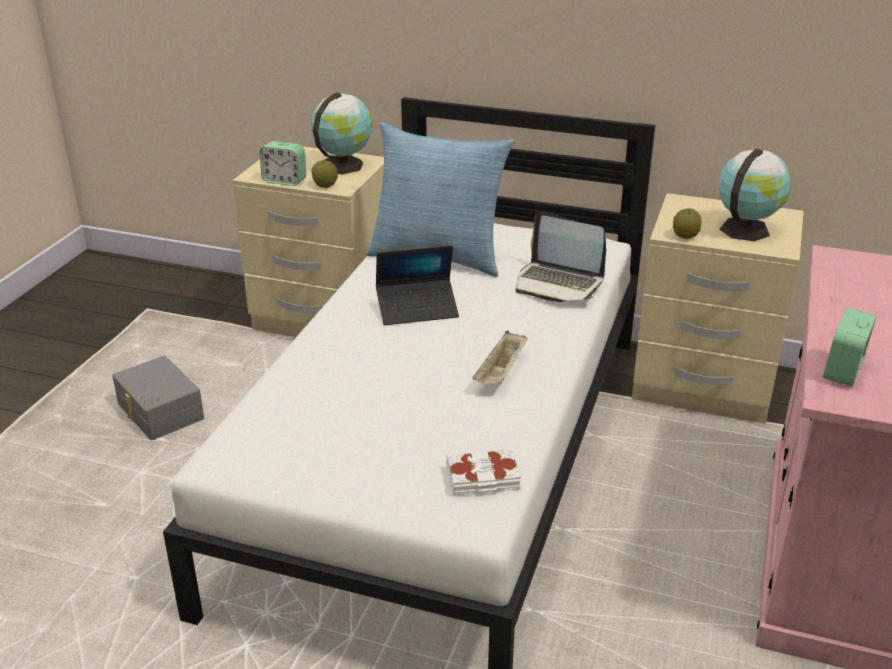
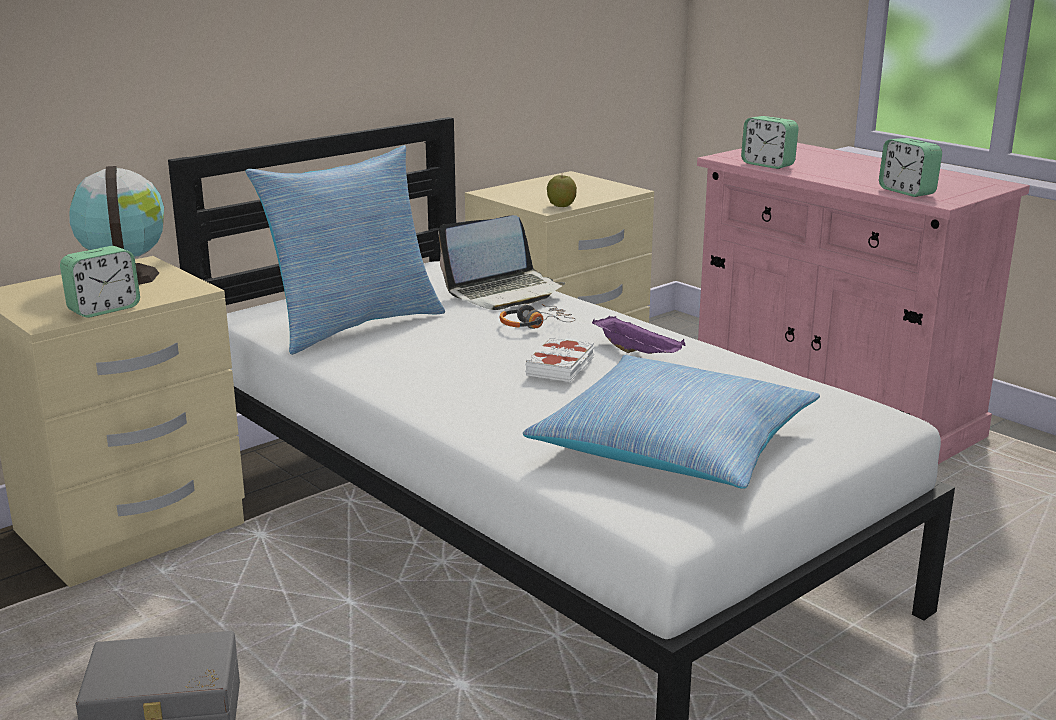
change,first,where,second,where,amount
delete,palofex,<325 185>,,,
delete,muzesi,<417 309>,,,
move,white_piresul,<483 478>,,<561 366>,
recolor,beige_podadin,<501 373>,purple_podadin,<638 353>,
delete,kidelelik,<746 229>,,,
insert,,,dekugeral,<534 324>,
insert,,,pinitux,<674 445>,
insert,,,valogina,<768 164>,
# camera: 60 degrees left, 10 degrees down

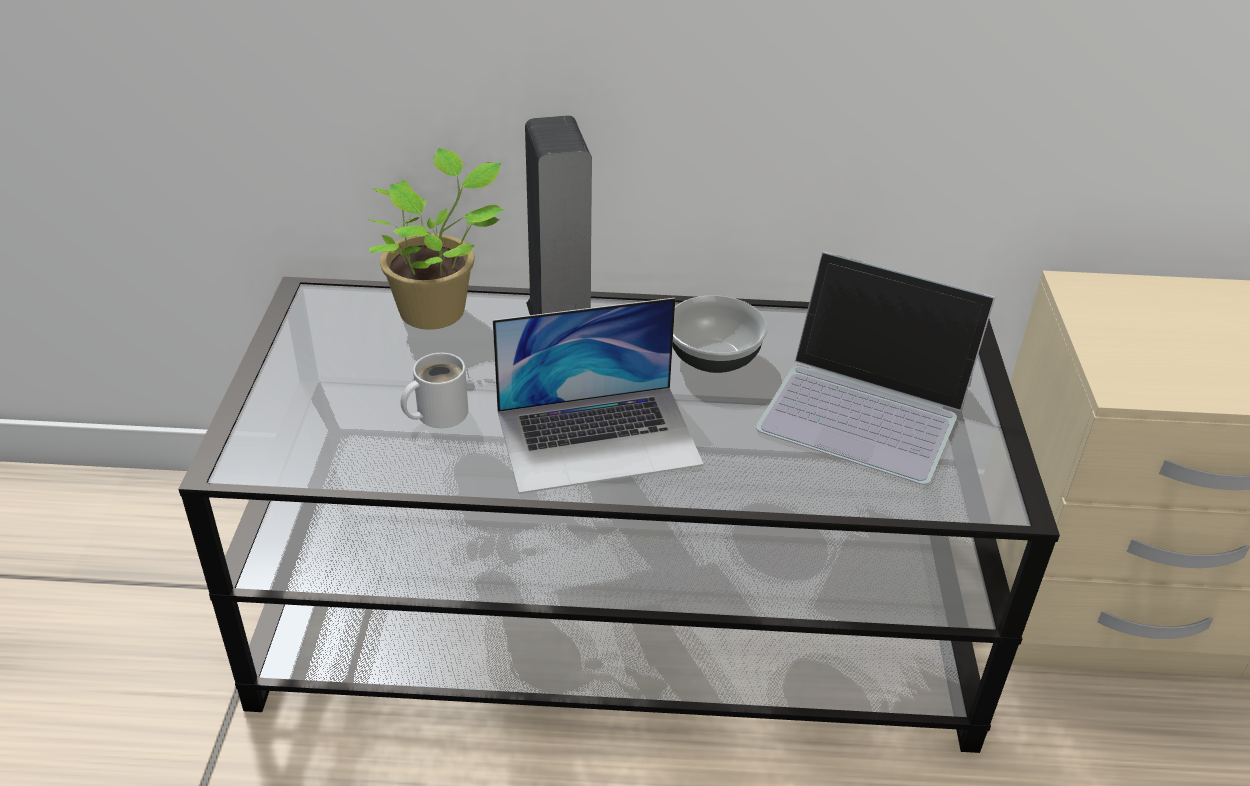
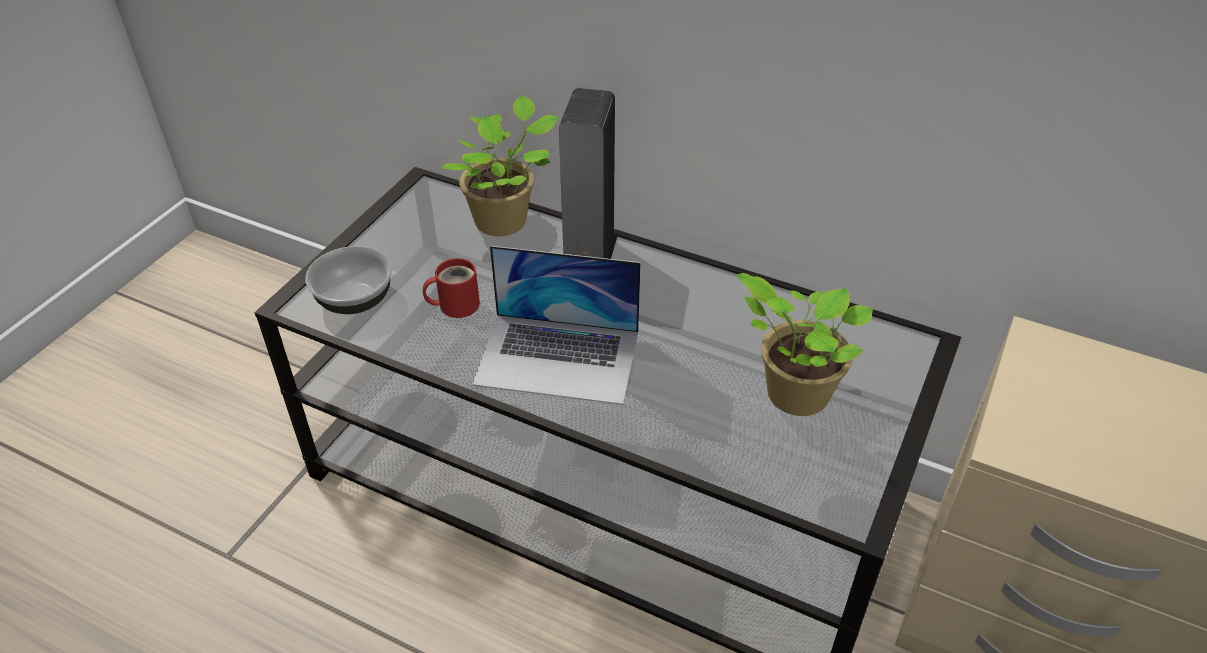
change,first,where,second,where,amount
recolor,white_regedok,<437 413>,red_regedok,<455 304>,
move,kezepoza,<715 359>,,<355 300>,
replace,muzesi,<867 406>,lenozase,<792 393>,
# camera: 25 degrees right, 5 degrees up

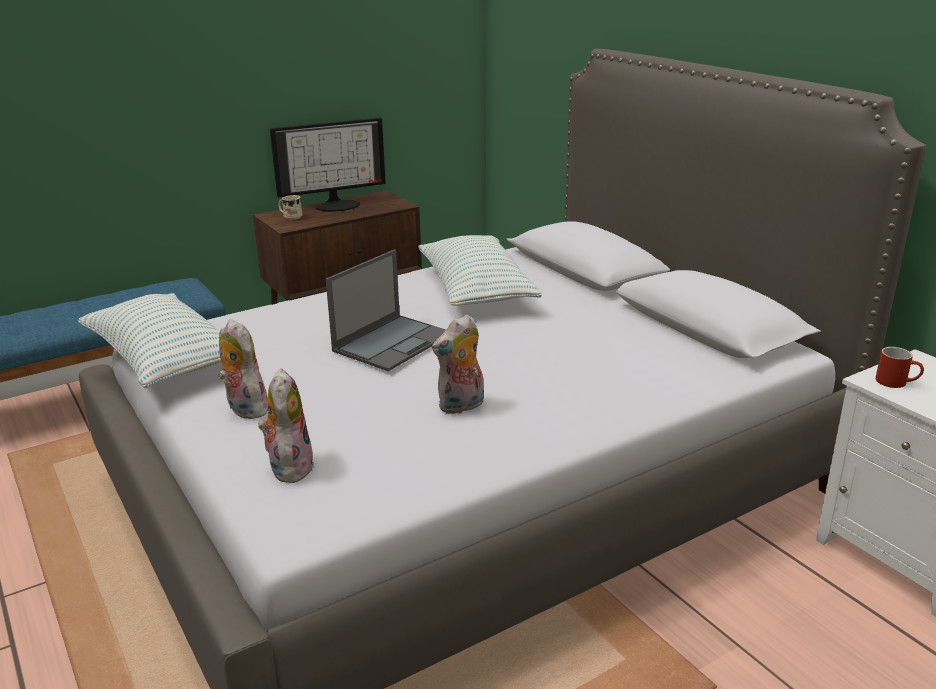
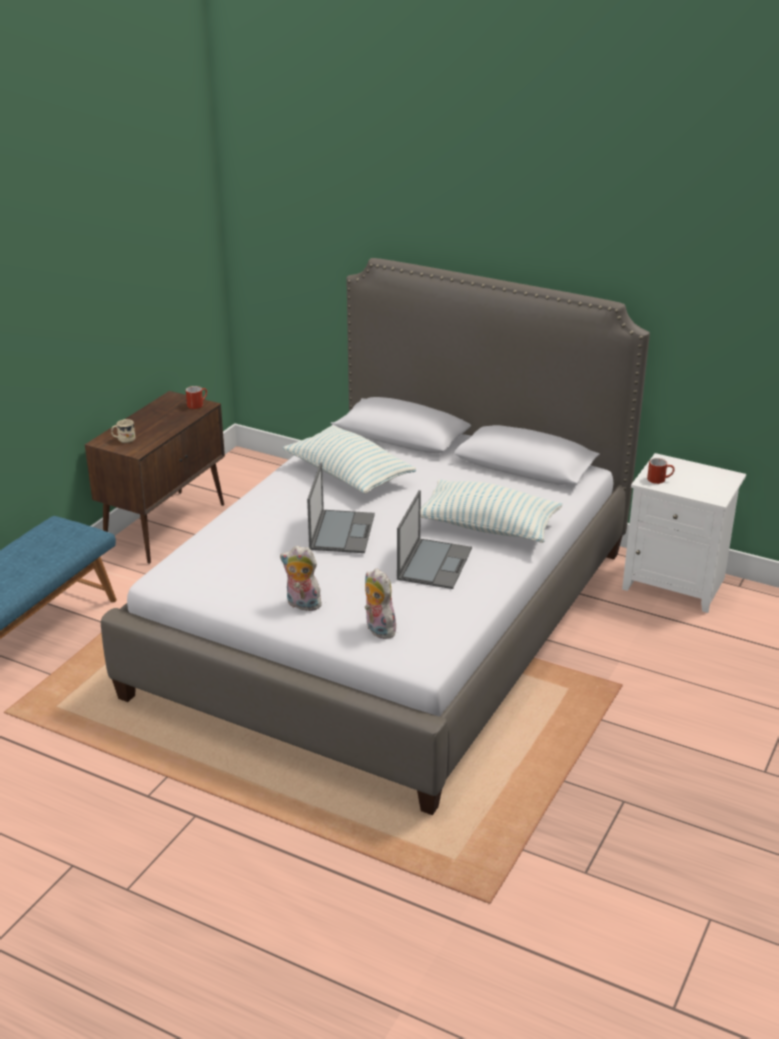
change,first,where,second,where,amount
move,pinitux,<164 360>,,<487 527>,
delete,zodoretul,<337 204>,,,
replace,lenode,<461 406>,muzesi,<434 563>,
insert,,,red_regedok,<197 404>,
# camera: 30 degrees left, 5 degrees up

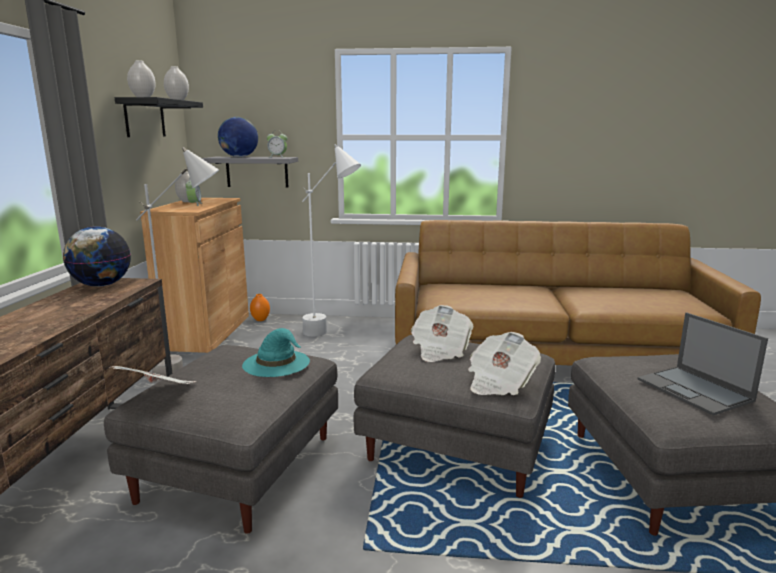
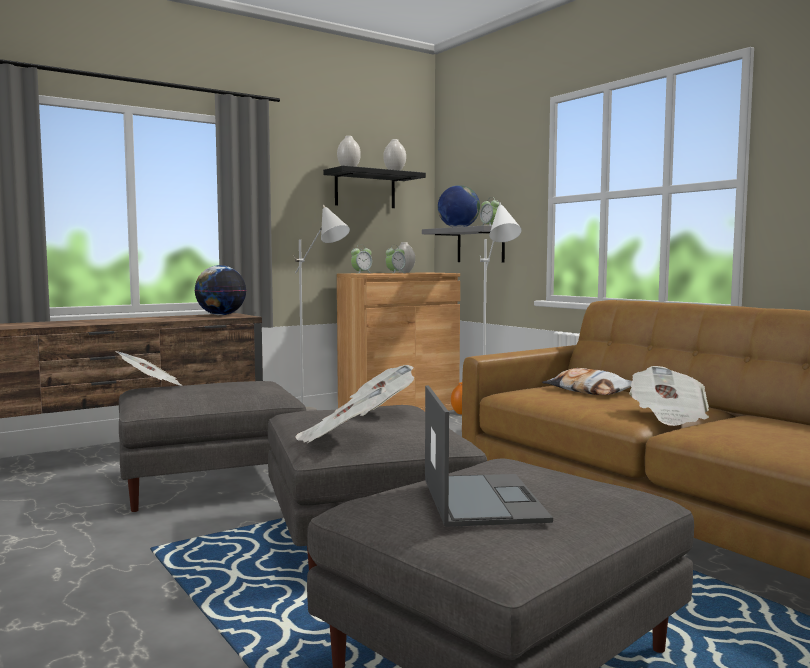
change,first,where,second,where,amount
delete,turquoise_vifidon,<277 363>,,,
rotate,muzesi,<695 390>,,<481 499>,150 degrees clockwise
insert,,,valogina,<361 273>,
insert,,,pinitux,<589 391>,
insert,,,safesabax,<668 417>,
# camera: 50 degrees right, 10 degrees down

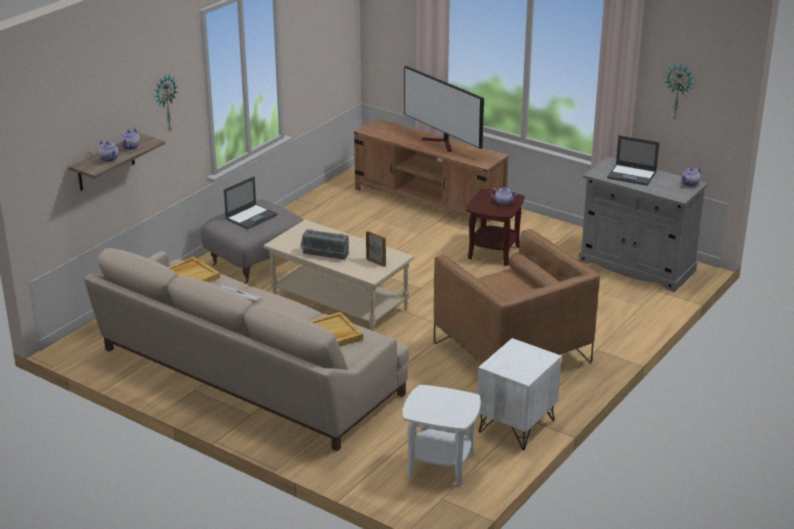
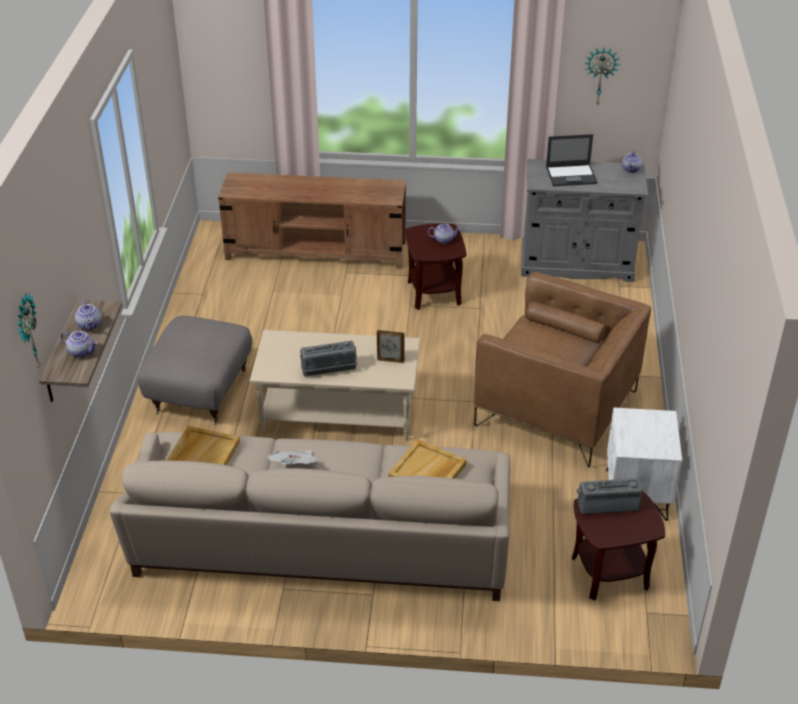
change,first,where,second,where,amount
move,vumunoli,<165 103>,,<26 333>,
delete,muzesi,<251 216>,,,
recolor,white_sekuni,<440 464>,brown_sekuni,<610 572>,
delete,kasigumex,<442 143>,,,
insert,,,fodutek,<607 503>,
# camera: 30 degrees left, 10 degrees up

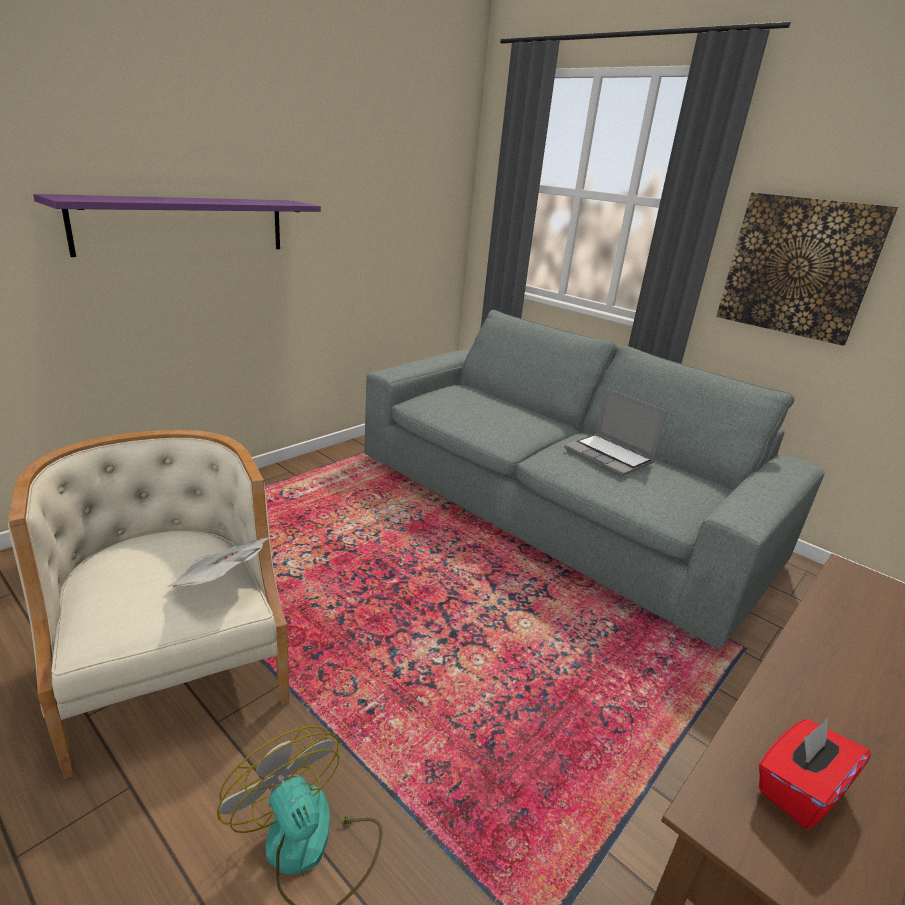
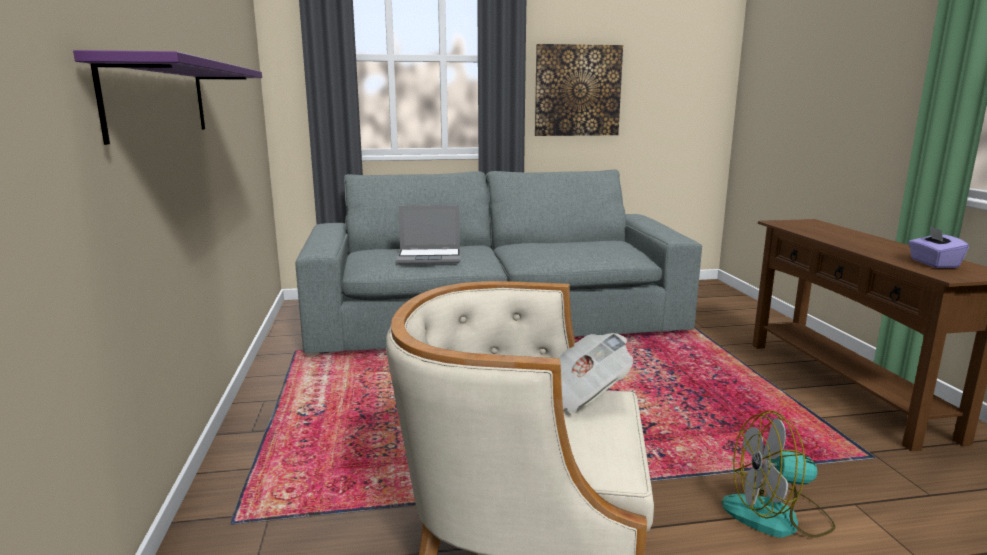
change,first,where,second,where,amount
move,muzesi,<610 456>,,<430 258>,
recolor,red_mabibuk,<799 789>,purple_mabibuk,<933 263>,
# camera: 50 degrees left, 10 degrees down

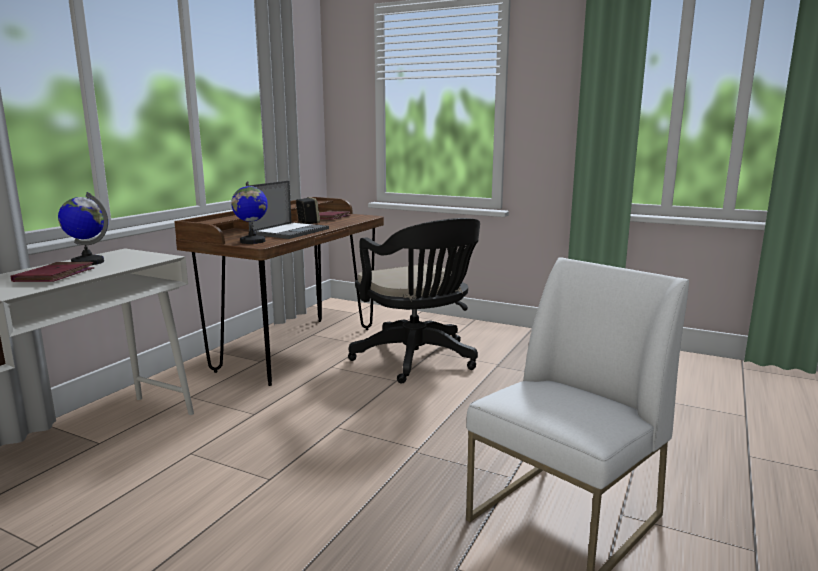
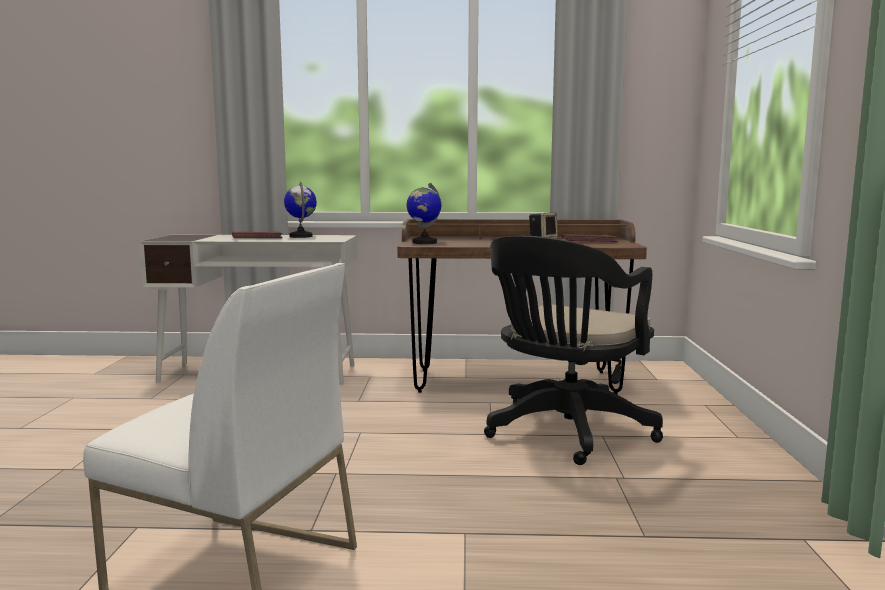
change,first,where,second,where,amount
delete,muzesi,<290 231>,,,
# camera: 65 degrees right, 5 degrees down

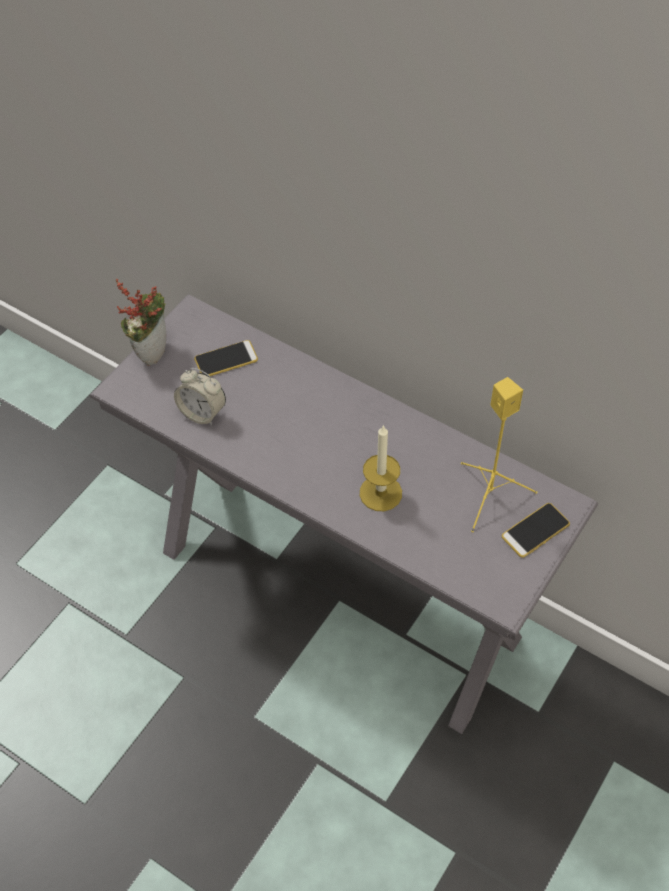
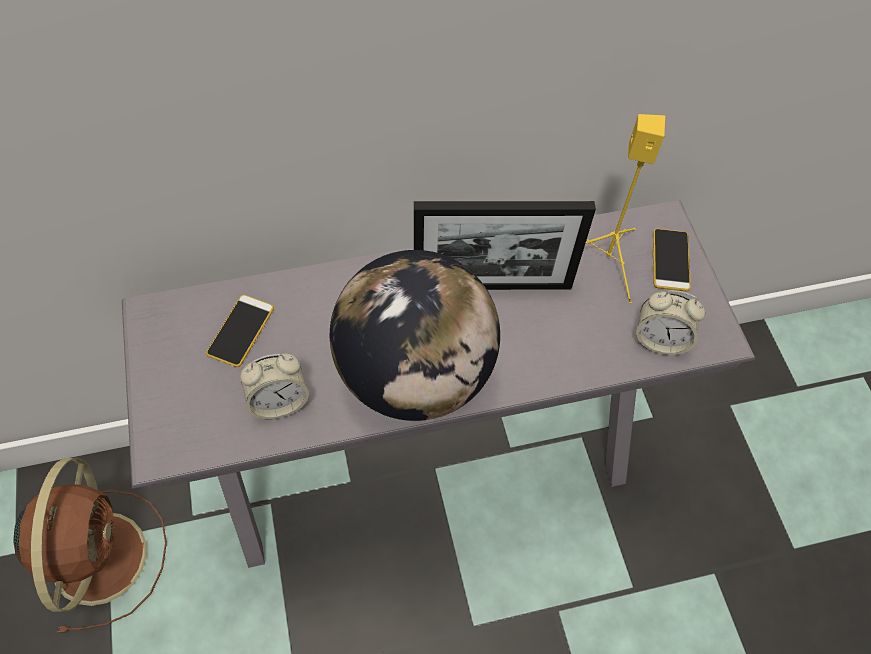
change,first,where,second,where,amount
delete,lenozase,<151 351>,,,
delete,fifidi,<380 493>,,,
insert,,,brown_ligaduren,<100 553>,
insert,,,kidelelik,<415 374>,
insert,,,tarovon,<492 285>,
insert,,,valogina,<660 339>,
# camera: 50 degrees left, 5 degrees up

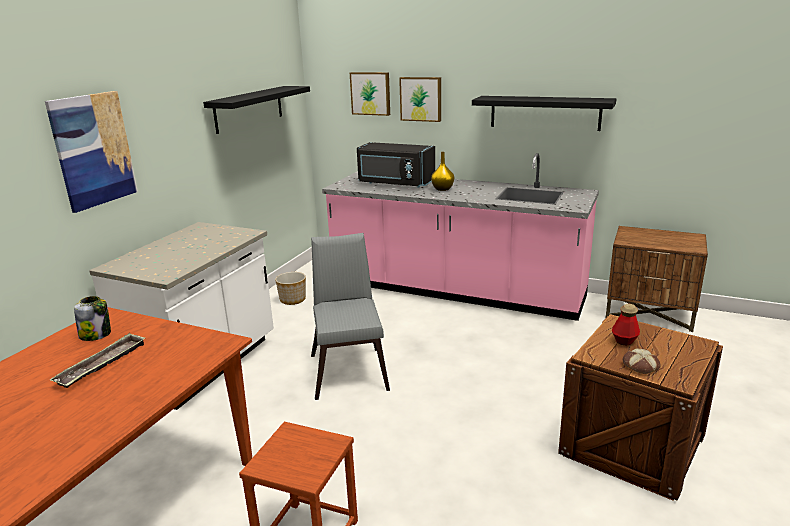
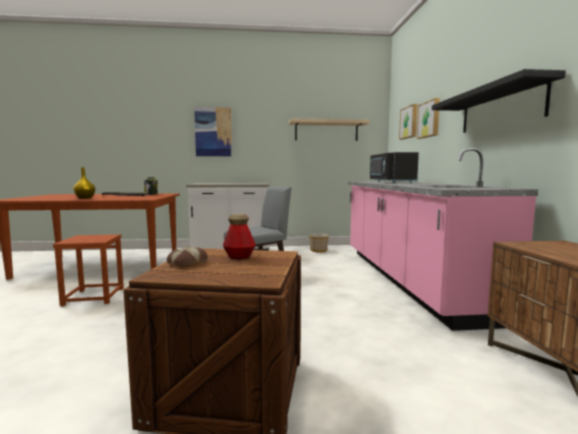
change,first,where,second,where,amount
recolor,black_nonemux,<249 108>,beige_nonemux,<326 131>,
move,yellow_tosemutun,<442 189>,,<85 198>,
# camera: 60 degrees right, 15 degrees down

